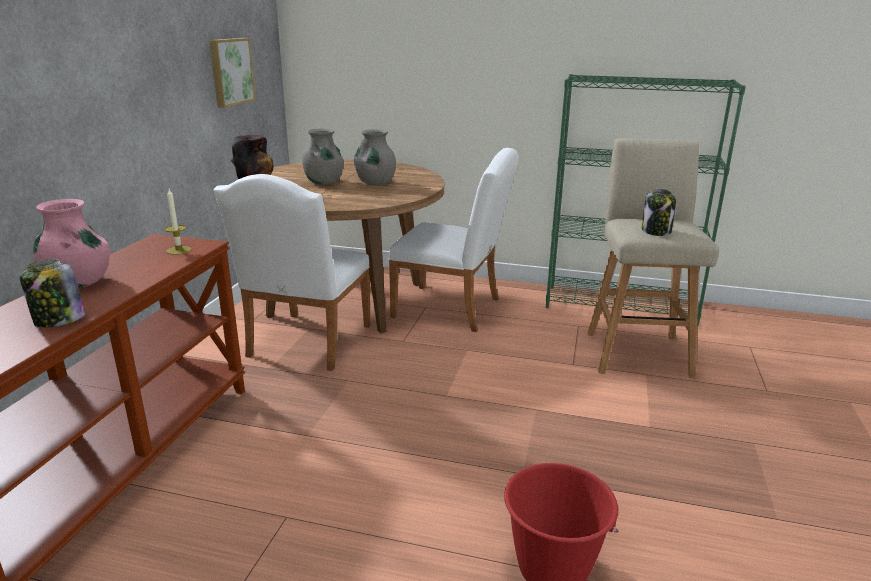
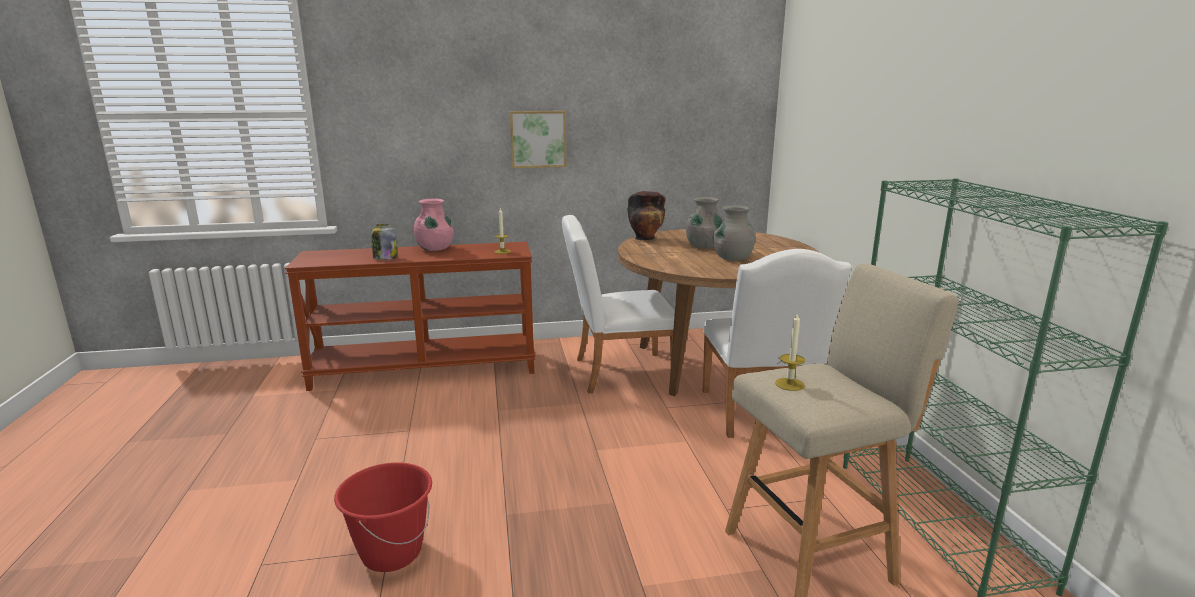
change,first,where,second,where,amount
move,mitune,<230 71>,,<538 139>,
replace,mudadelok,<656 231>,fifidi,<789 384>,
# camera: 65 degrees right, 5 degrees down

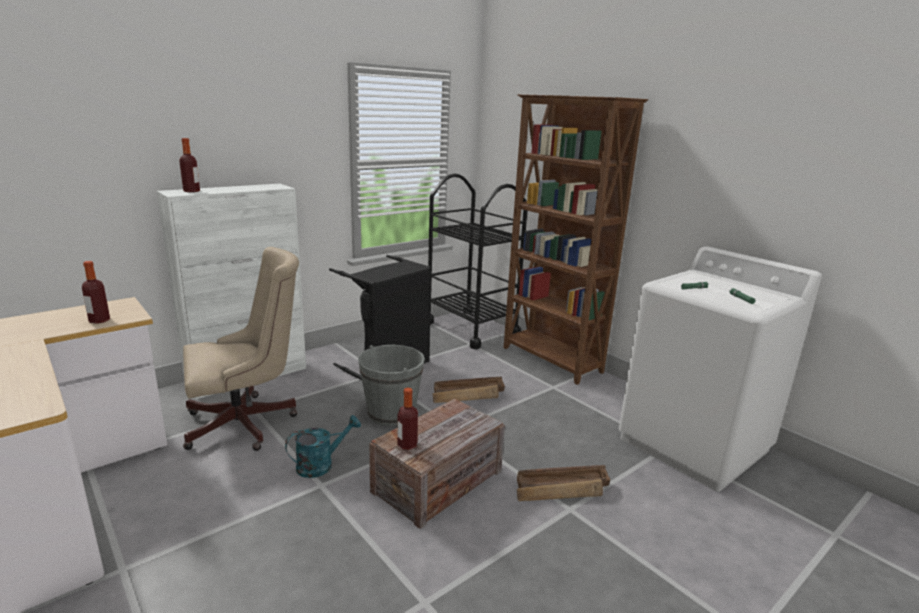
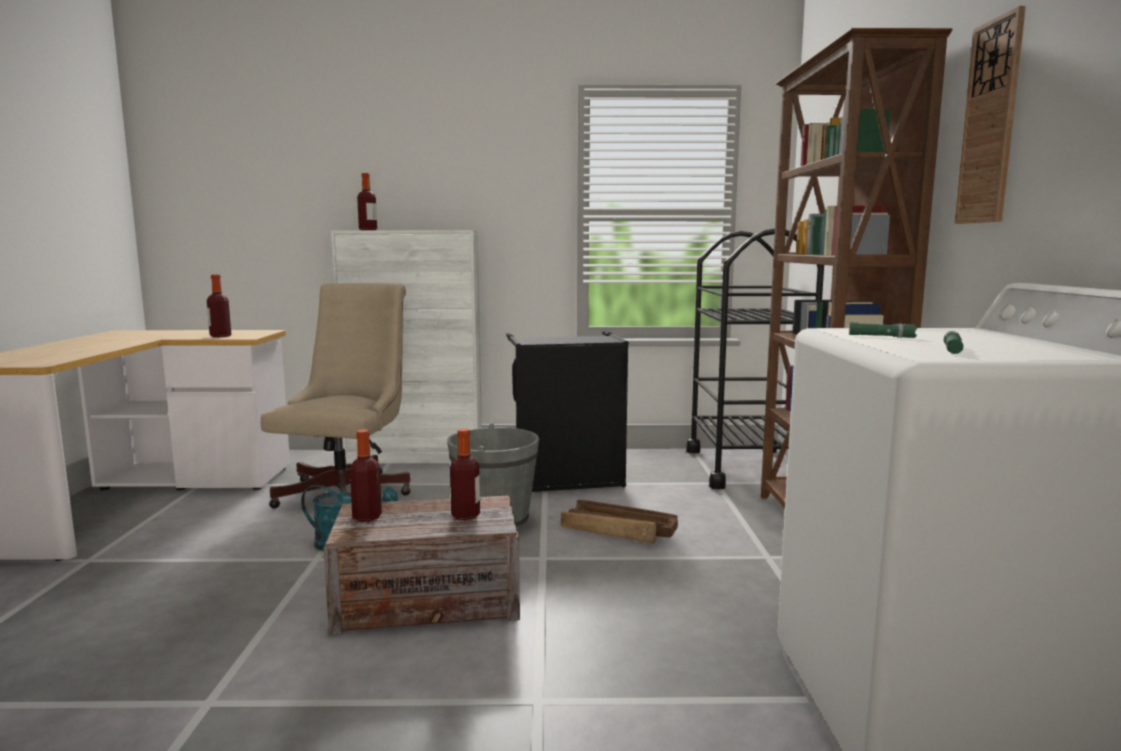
change,first,where,second,where,amount
rotate,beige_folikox,<247 423>,,<349 491>,90 degrees counterclockwise
delete,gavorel,<562 490>,,,
insert,,,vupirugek,<465 515>,
insert,,,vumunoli,<990 122>,
# camera: 40 degrees right, 10 degrees down

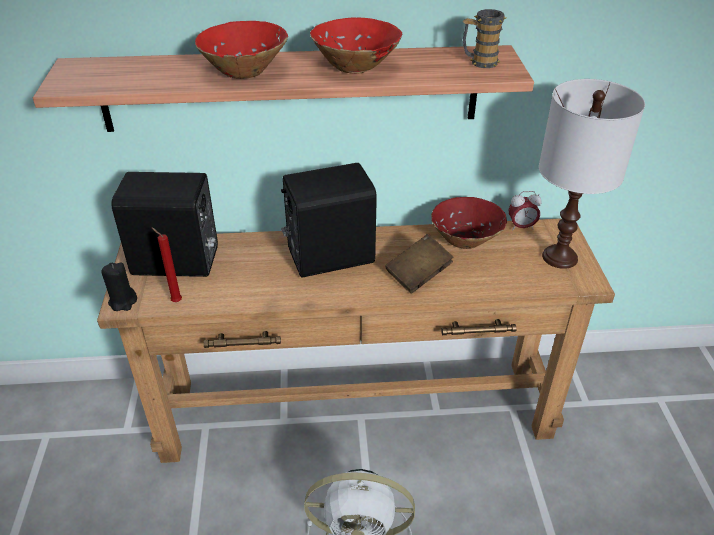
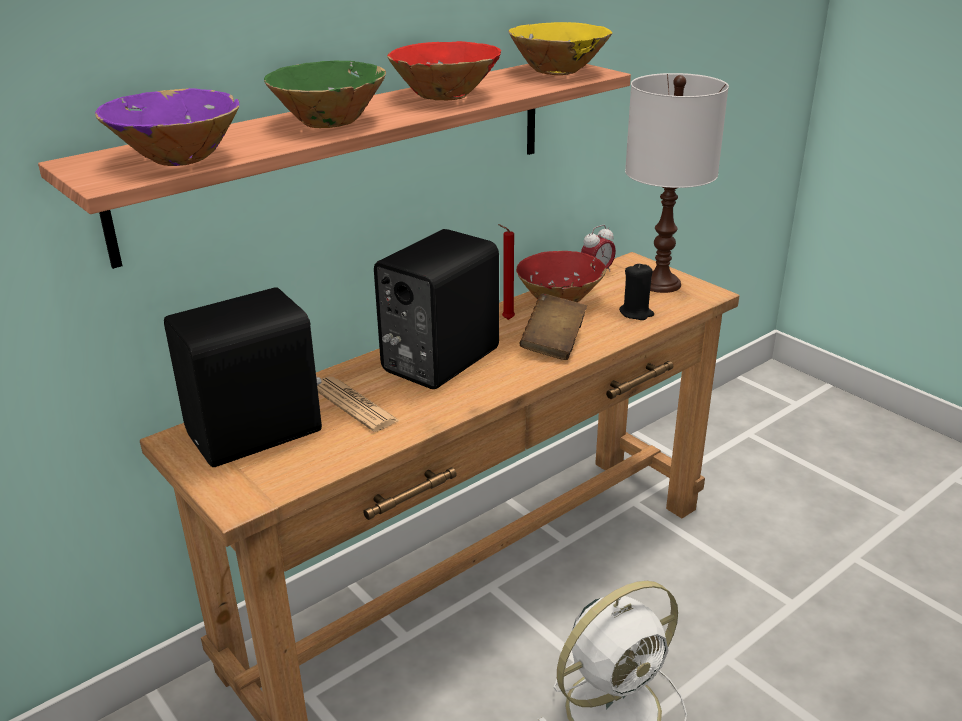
change,first,where,second,where,amount
move,black_fifidi,<123 302>,,<636 313>,
move,red_fifidi,<175 301>,,<506 320>,
recolor,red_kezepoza,<244 71>,green_kezepoza,<329 122>,
replace,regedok,<479 62>,yellow_kezepoza,<557 71>,
insert,,,purple_kezepoza,<178 158>,
insert,,,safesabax,<354 405>,
# camera: 35 degrees left, 10 degrees down

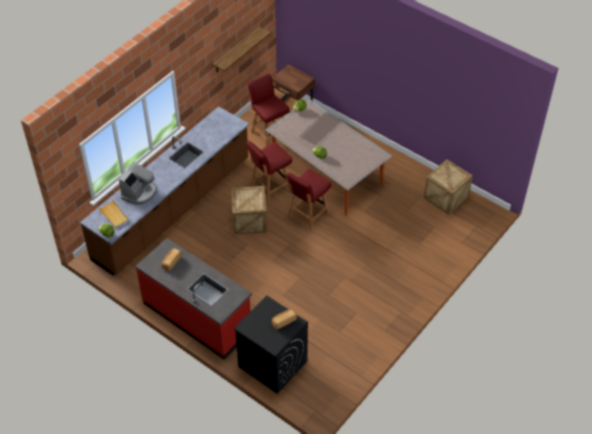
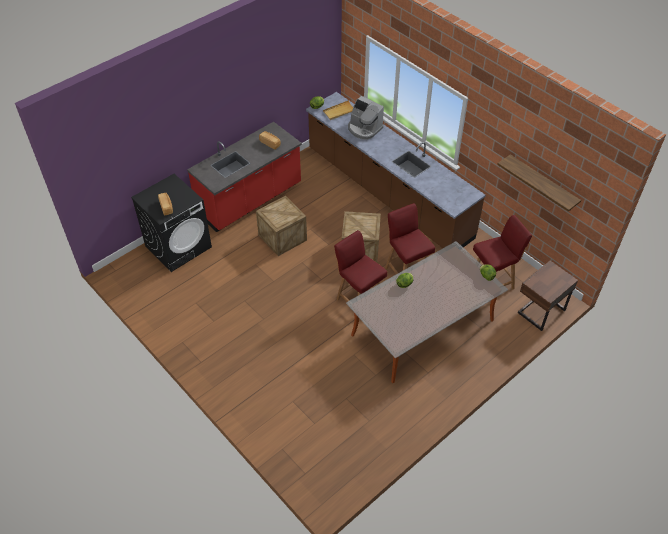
change,first,where,second,where,amount
move,gavorel,<446 197>,,<282 237>,
# camera: 100 degrees right, 0 degrees up

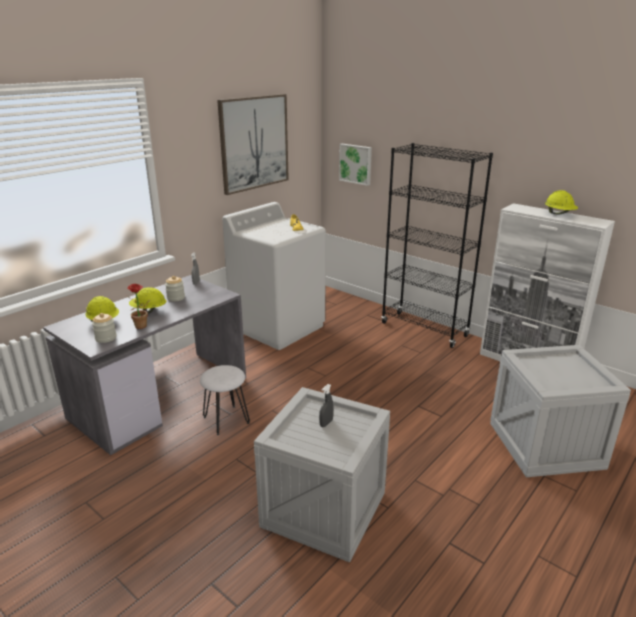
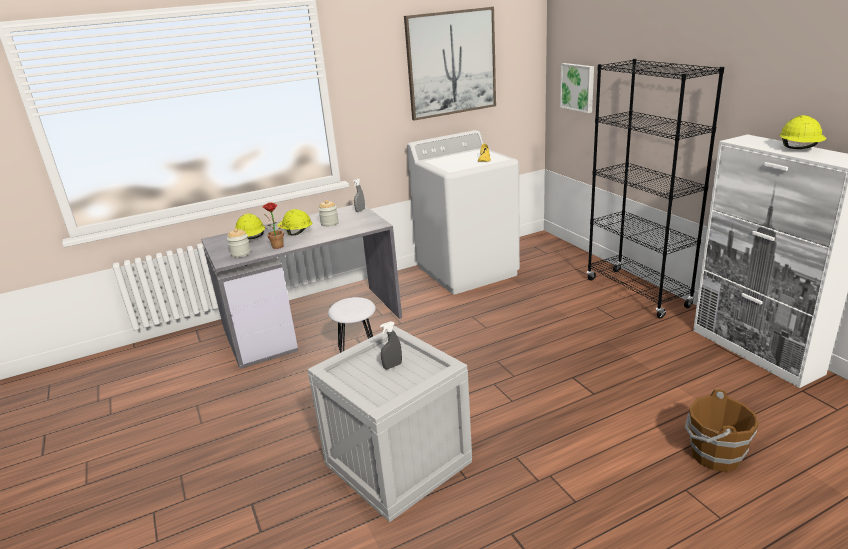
change,first,where,second,where,amount
replace,gavorel,<546 446>,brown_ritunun,<714 455>,
# camera: 25 degrees right, 0 degrees up

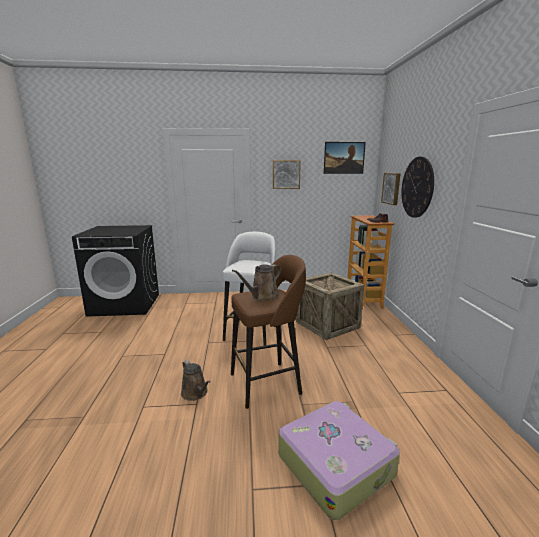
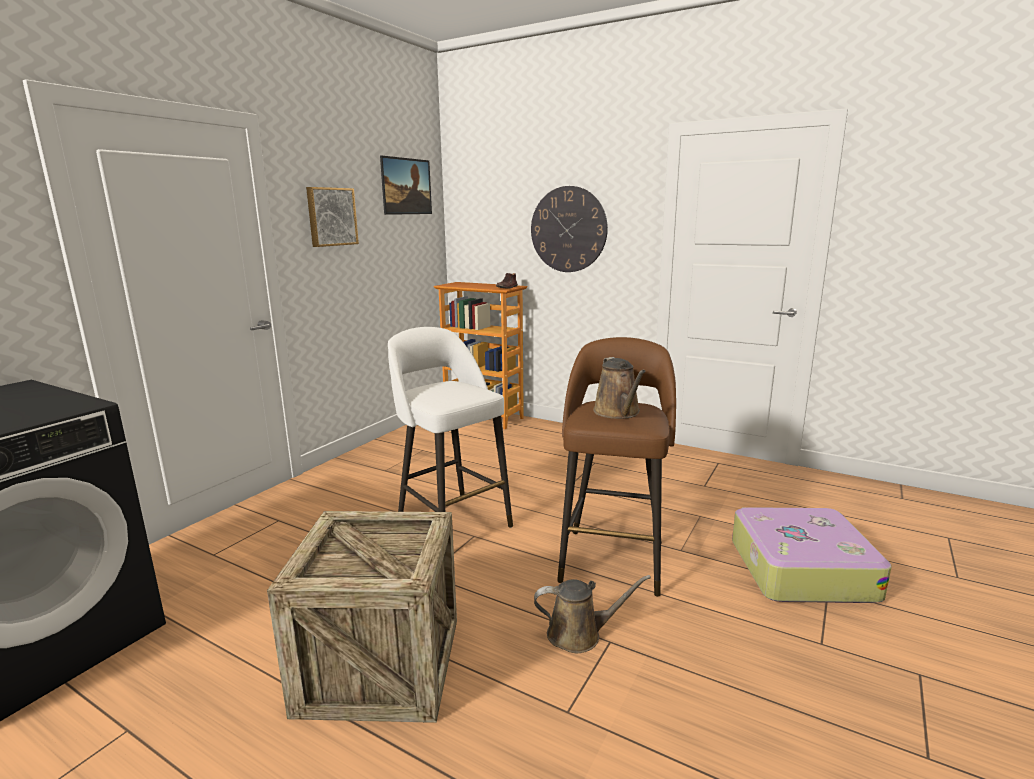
change,first,where,second,where,amount
move,gavorel,<327 324>,,<381 665>,
delete,mitune,<392 188>,,,
# camera: 55 degrees left, 0 degrees up

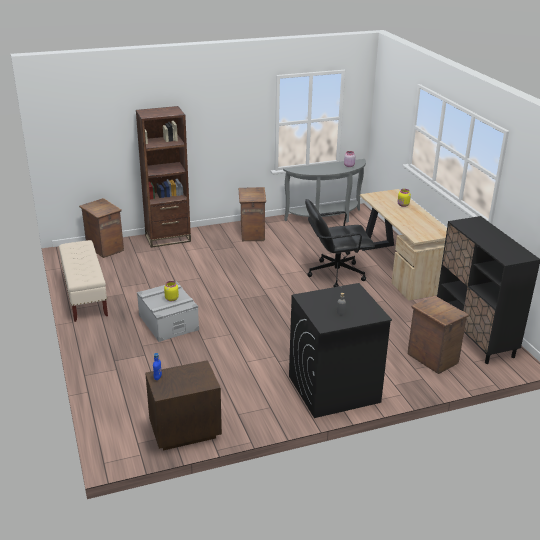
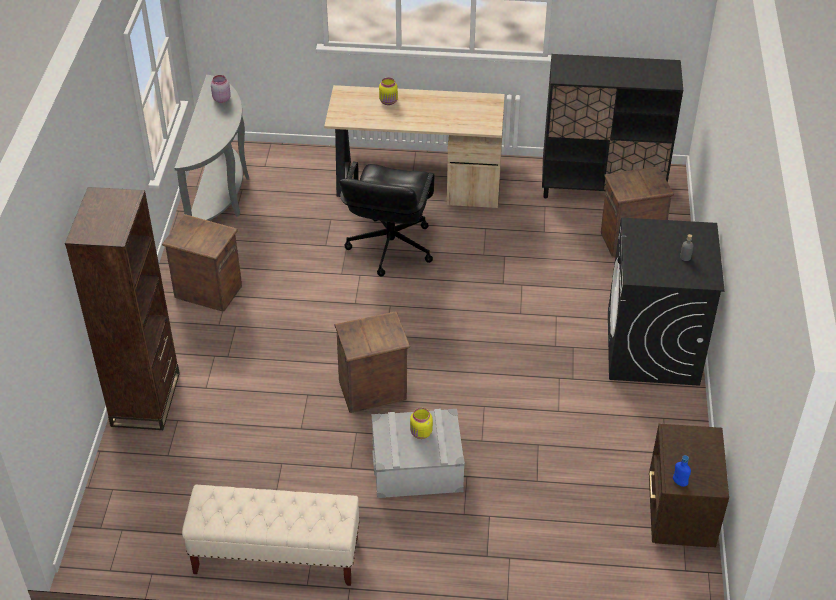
change,first,where,second,where,amount
move,gavorel,<105 249>,,<373 391>,
# camera: 65 degrees left, 15 degrees up

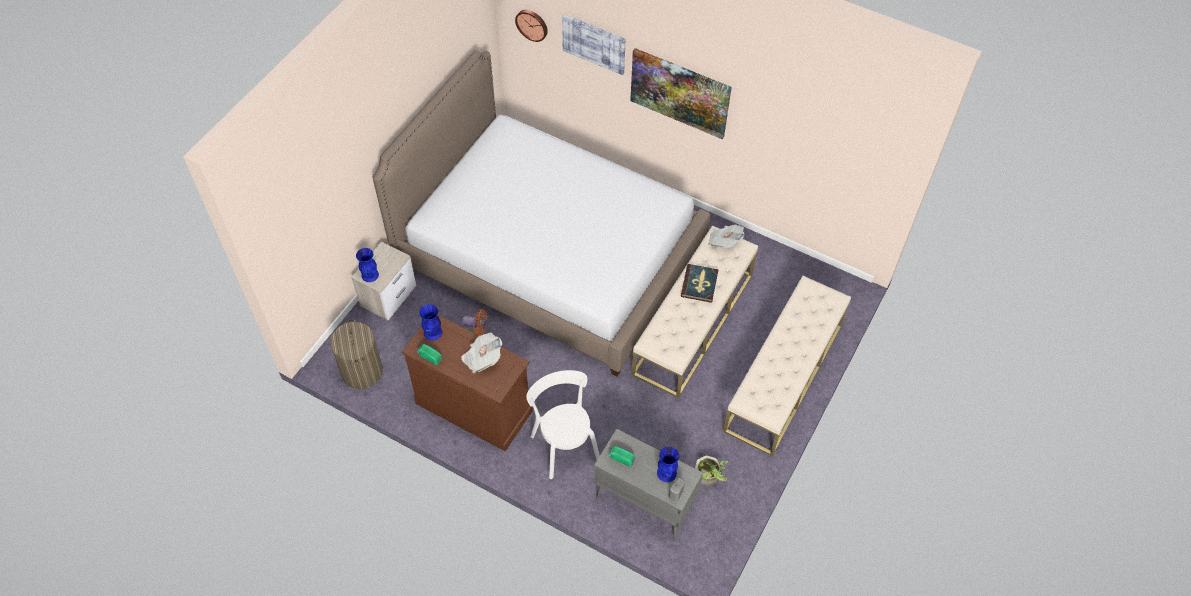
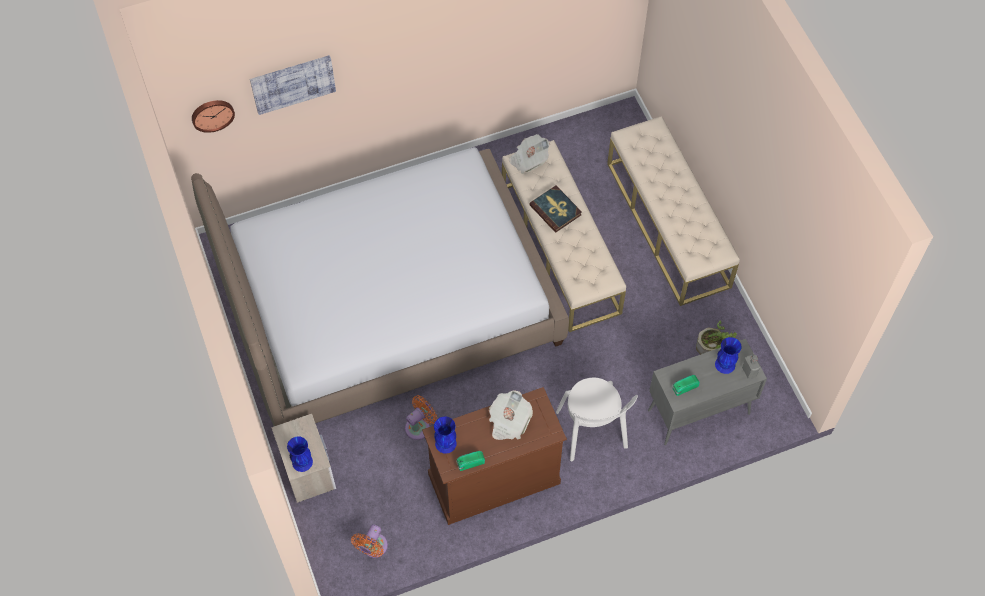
change,first,where,second,where,amount
replace,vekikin,<362 371>,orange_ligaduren,<373 548>,
rotate,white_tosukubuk,<564 444>,,<592 432>,120 degrees counterclockwise
delete,mitune,<680 92>,,,
# camera: 50 degrees left, 5 degrees up

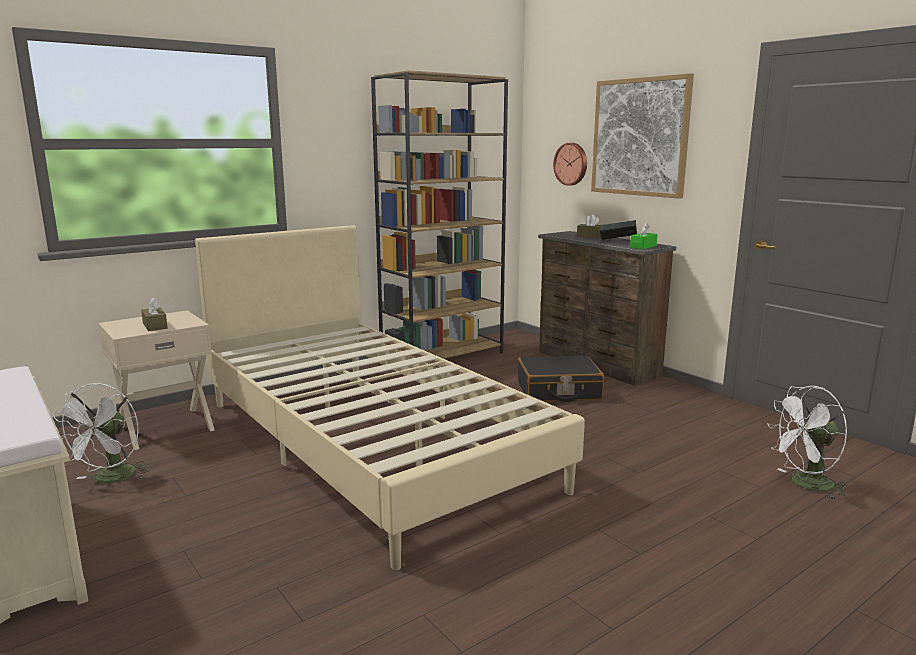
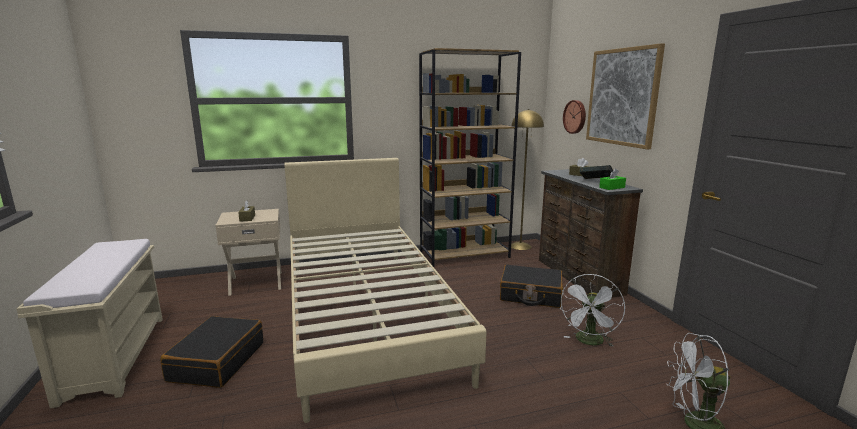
change,first,where,second,where,amount
move,white_ligaduren,<111 479>,,<589 342>,
insert,,,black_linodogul,<217 361>,
insert,,,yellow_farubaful,<520 246>,
# camera: 20 degrees right, 0 degrees up

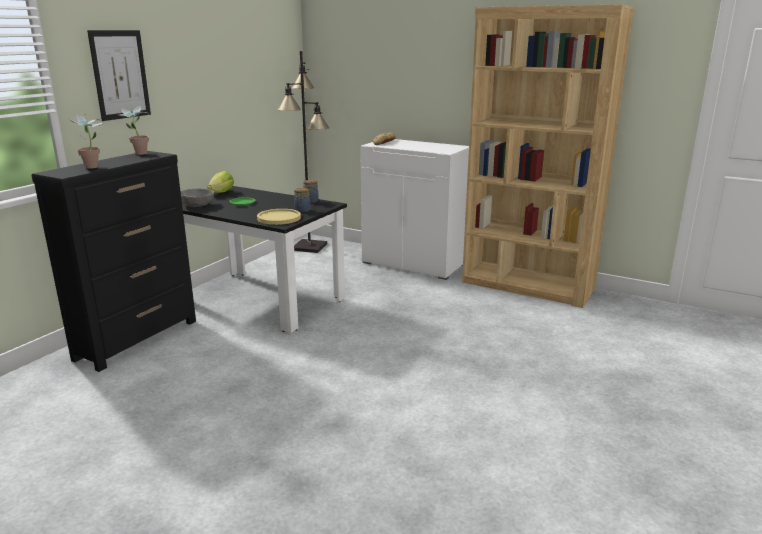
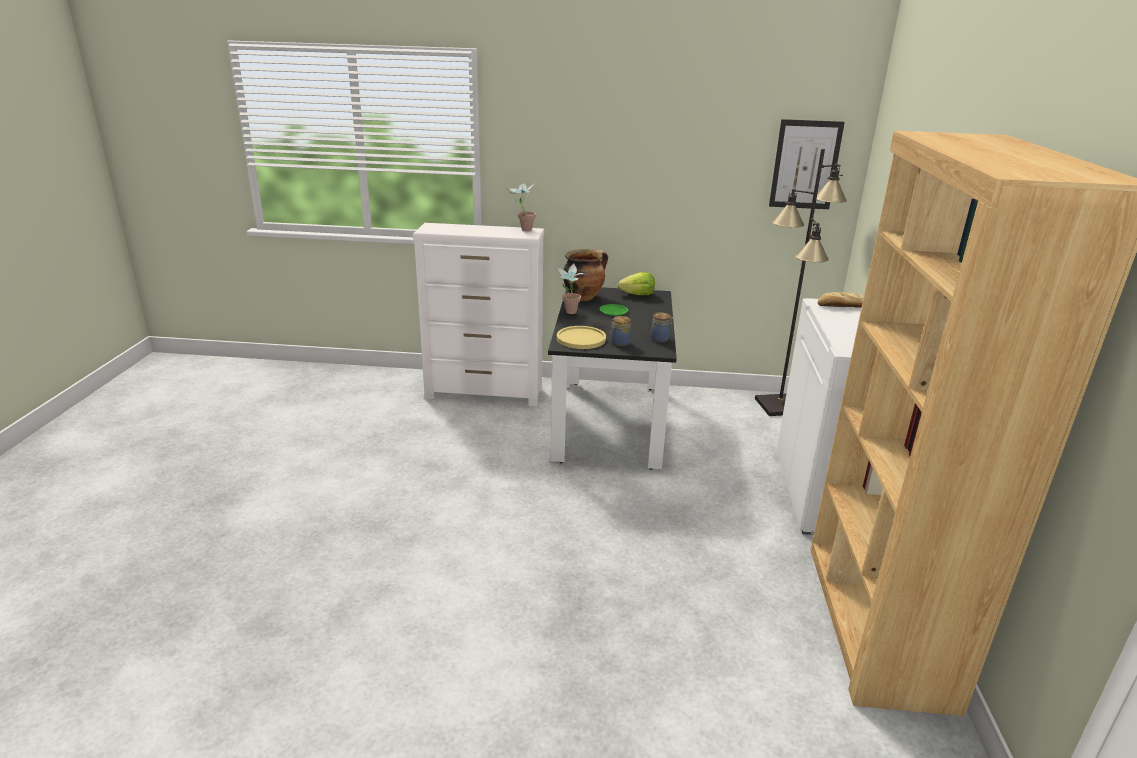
change,first,where,second,where,amount
recolor,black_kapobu,<138 339>,white_kapobu,<485 394>,
move,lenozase,<93 168>,,<569 313>,
move,mitune,<120 75>,,<805 165>,
replace,grey_kezepoza,<196 205>,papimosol,<583 297>,
# camera: 65 degrees right, 5 degrees up

